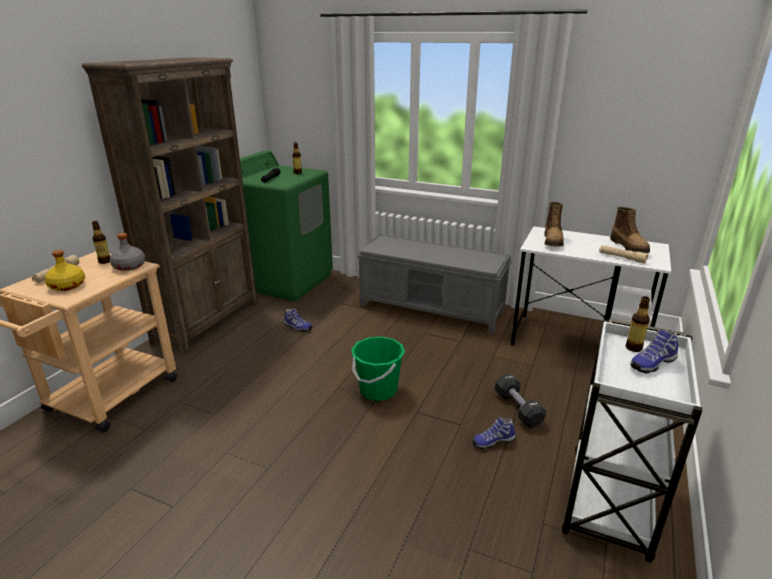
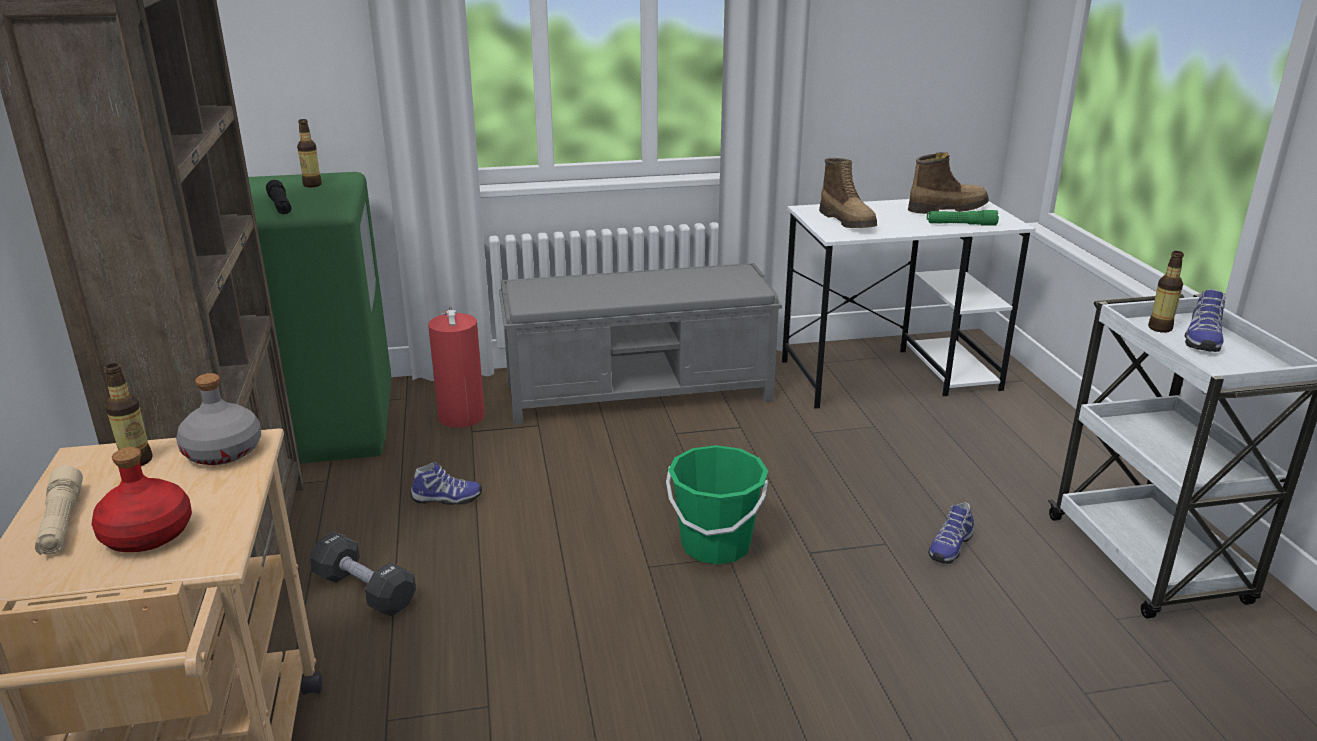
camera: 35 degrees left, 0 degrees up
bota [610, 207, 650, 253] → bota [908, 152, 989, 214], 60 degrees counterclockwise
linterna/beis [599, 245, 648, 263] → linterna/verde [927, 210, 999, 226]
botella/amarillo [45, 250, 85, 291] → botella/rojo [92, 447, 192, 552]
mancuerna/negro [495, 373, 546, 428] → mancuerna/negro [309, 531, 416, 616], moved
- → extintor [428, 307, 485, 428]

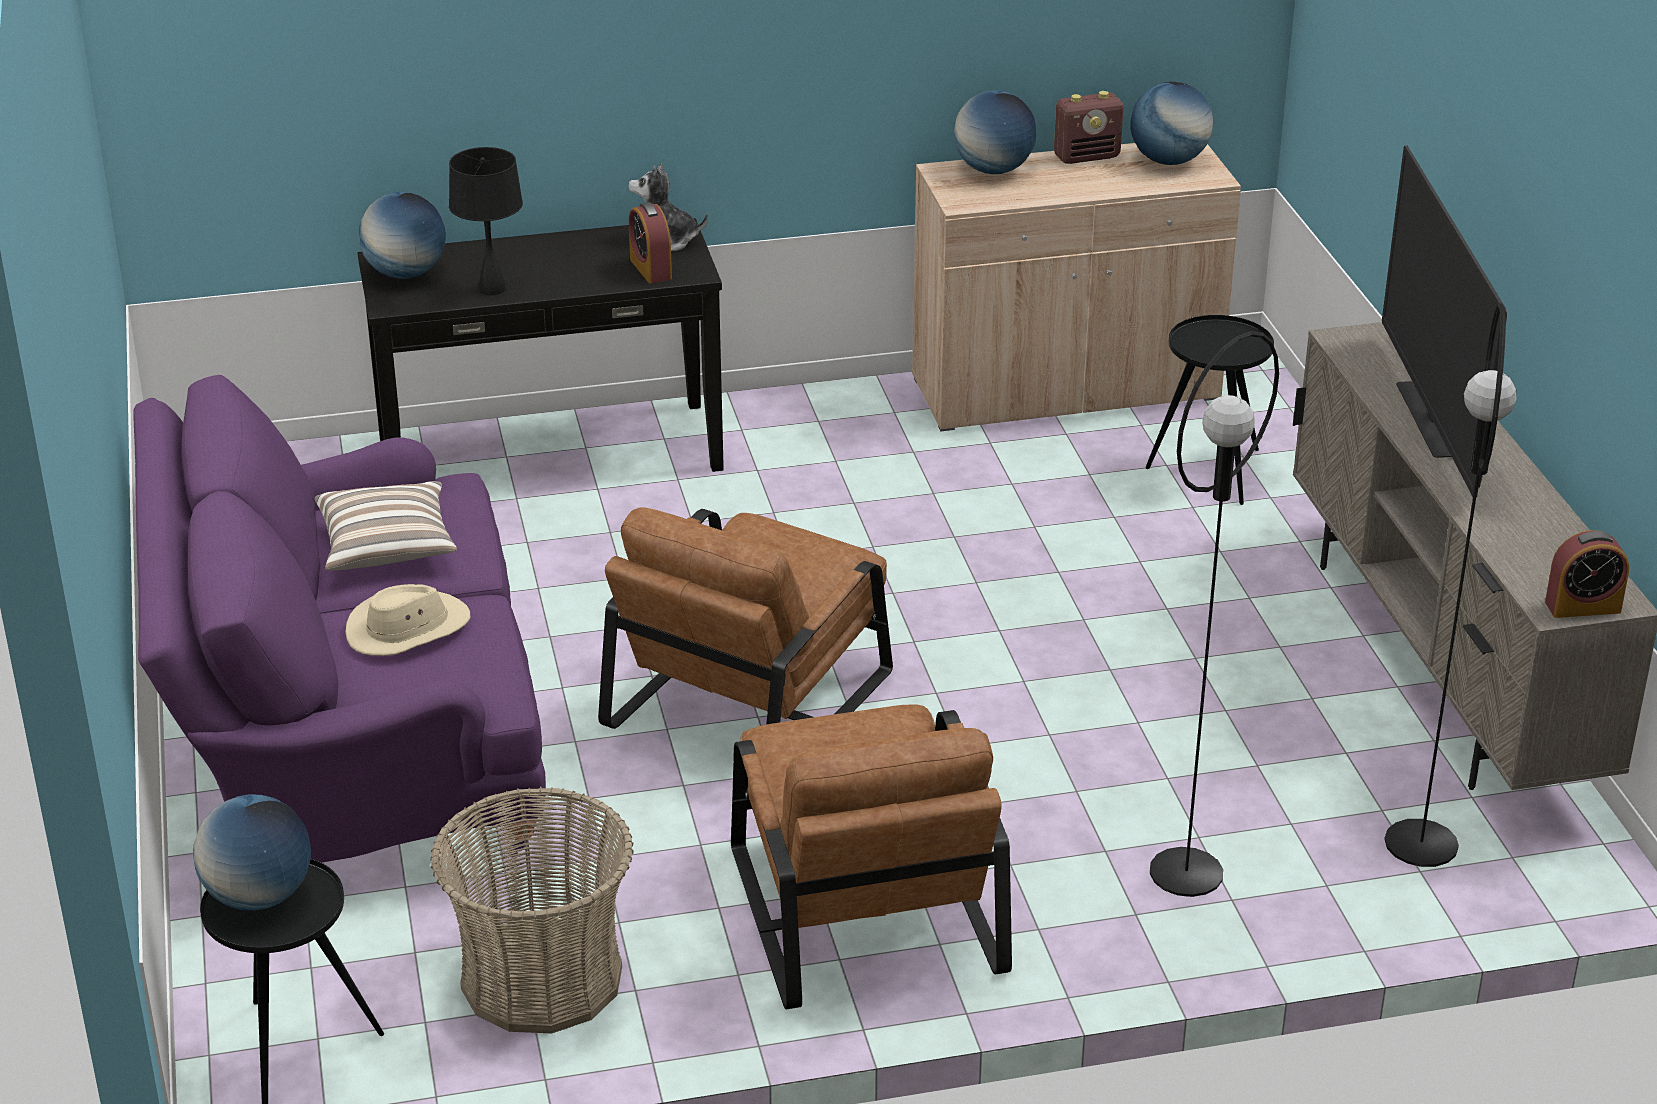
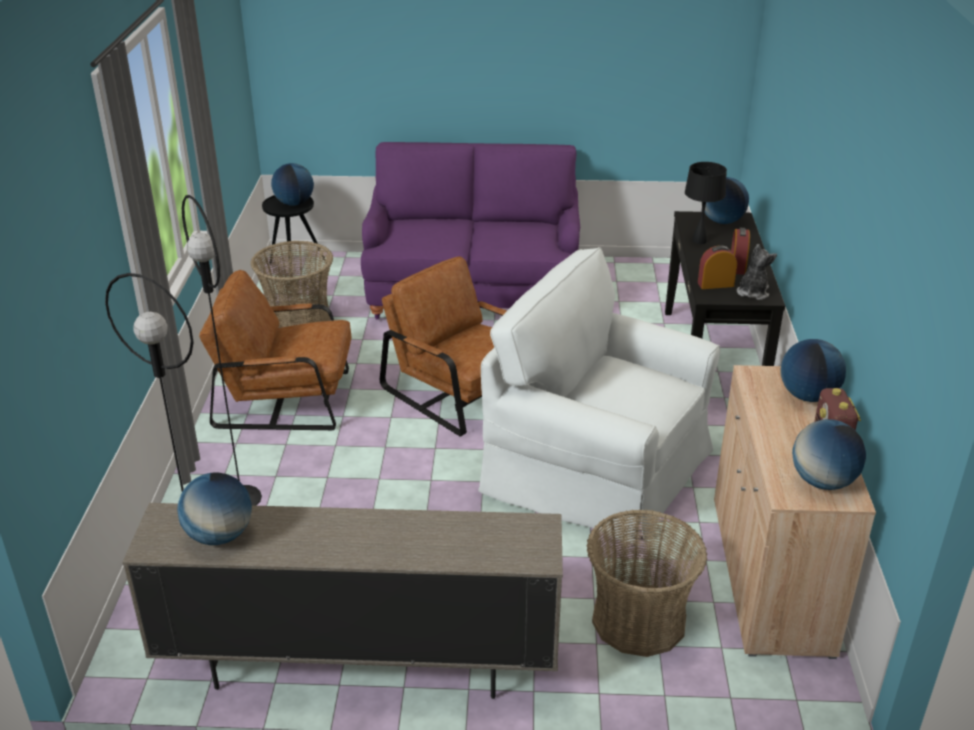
camera: 105 degrees right, 0 degrees up
televisor [1382, 146, 1507, 497] → -
mesa auxiliar/negro [1146, 315, 1274, 505] → cesta [586, 510, 707, 657]
cojín [315, 481, 457, 571] → -
despertador [1545, 530, 1629, 618] → despertador [731, 228, 750, 275], moved
sombrero/beis [345, 584, 470, 656] → -
- → sillón/blanco [478, 247, 720, 543]
- → globo terráqueo [177, 473, 252, 545]

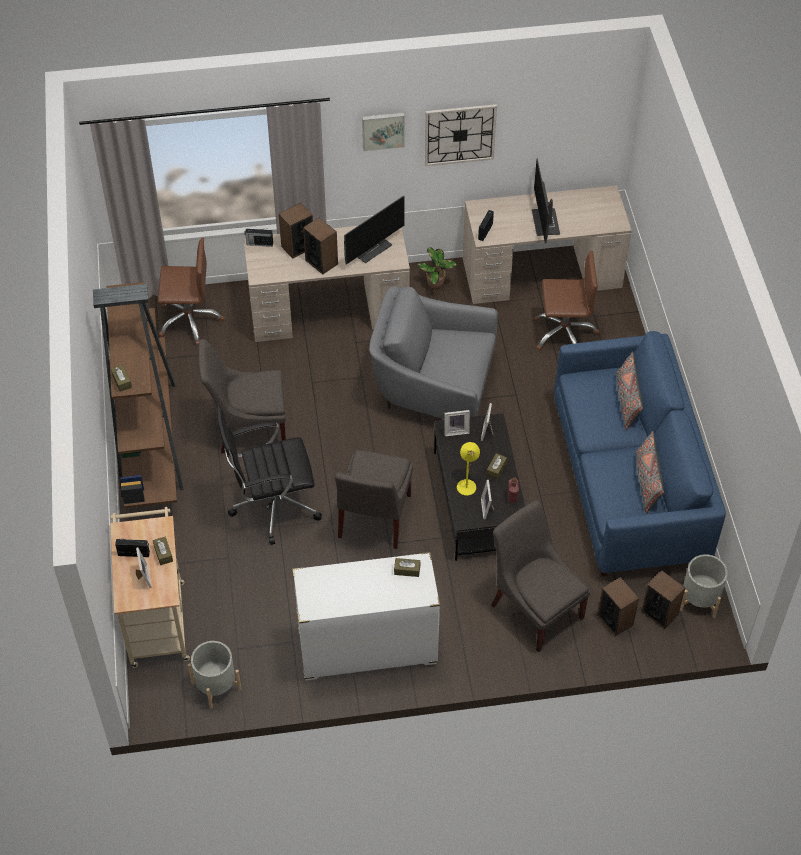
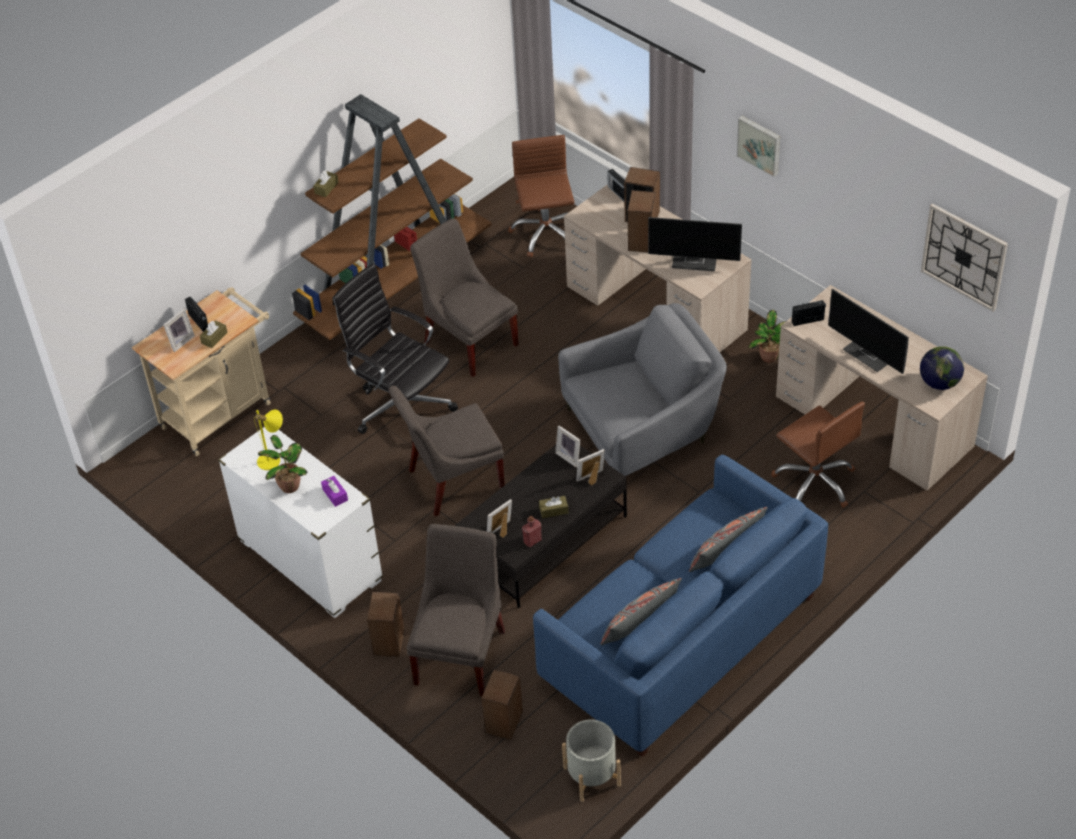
camera: 55 degrees right, 5 degrees down
reloj de pared [425, 104, 497, 166] → reloj de pared [921, 203, 1008, 312], moved
monitor [532, 159, 560, 244] → monitor [828, 289, 909, 374], 90 degrees counterclockwise
silla de oficina/marrón [158, 238, 224, 345] → silla de oficina/marrón [508, 135, 574, 257], 150 degrees counterclockwise
sillón/gris [369, 286, 498, 419] → sillón/gris [558, 303, 727, 476], 90 degrees clockwise
lámpara de mesa/amarillo [457, 442, 480, 496] → lámpara de mesa/amarillo [254, 410, 283, 470], moved
caja de pañuelos/marrón [394, 558, 421, 577] → caja de pañuelos/morado [321, 476, 348, 507]
altavoz [641, 570, 685, 629] → altavoz [367, 592, 404, 657], moved
maceta/gris [188, 641, 242, 709] → -
- → globo terráqueo [920, 346, 964, 390]
- → planta en maceta [258, 435, 307, 493]

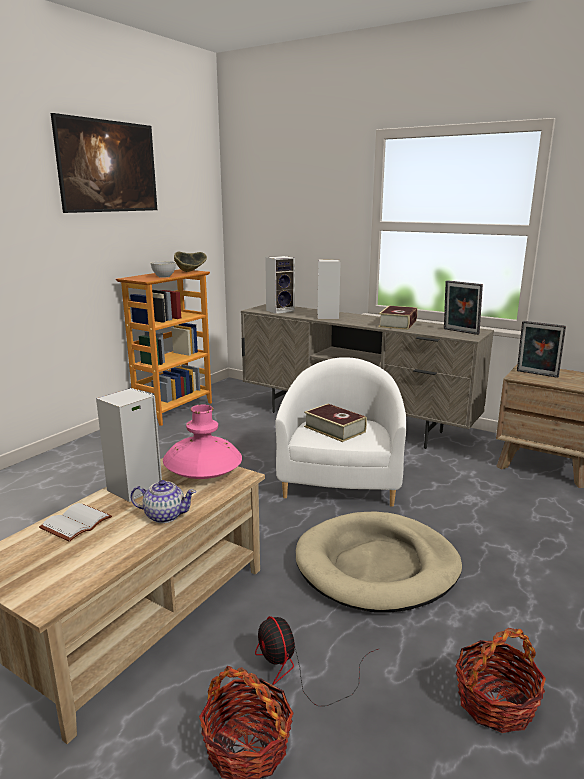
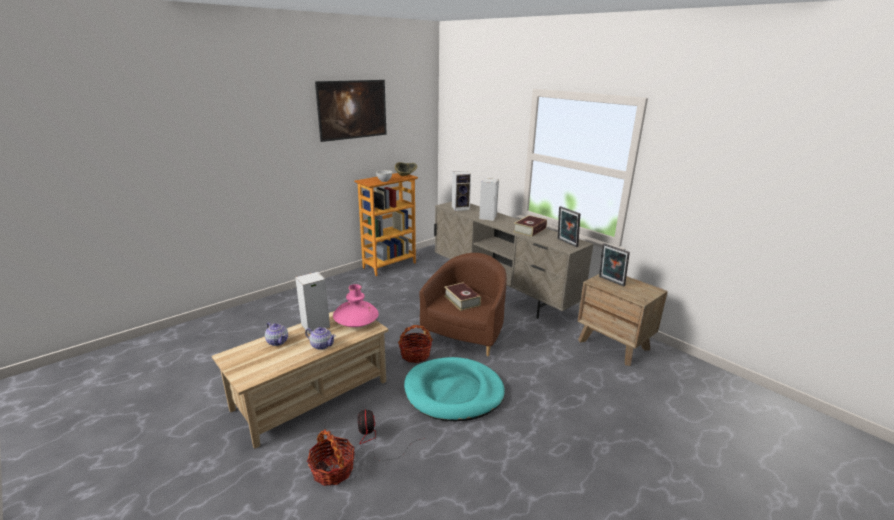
camera: 15 degrees right, 5 degrees up
sillón/blanco [275, 357, 407, 507] → sillón/marrón [419, 253, 507, 356]
libro/blanco [39, 503, 112, 542] → tetera [265, 322, 288, 346]
cama para perro/beis [296, 511, 462, 613] → cama para perro/turquesa [404, 357, 505, 421]
cesta [455, 628, 546, 733] → cesta [398, 325, 433, 363], moved

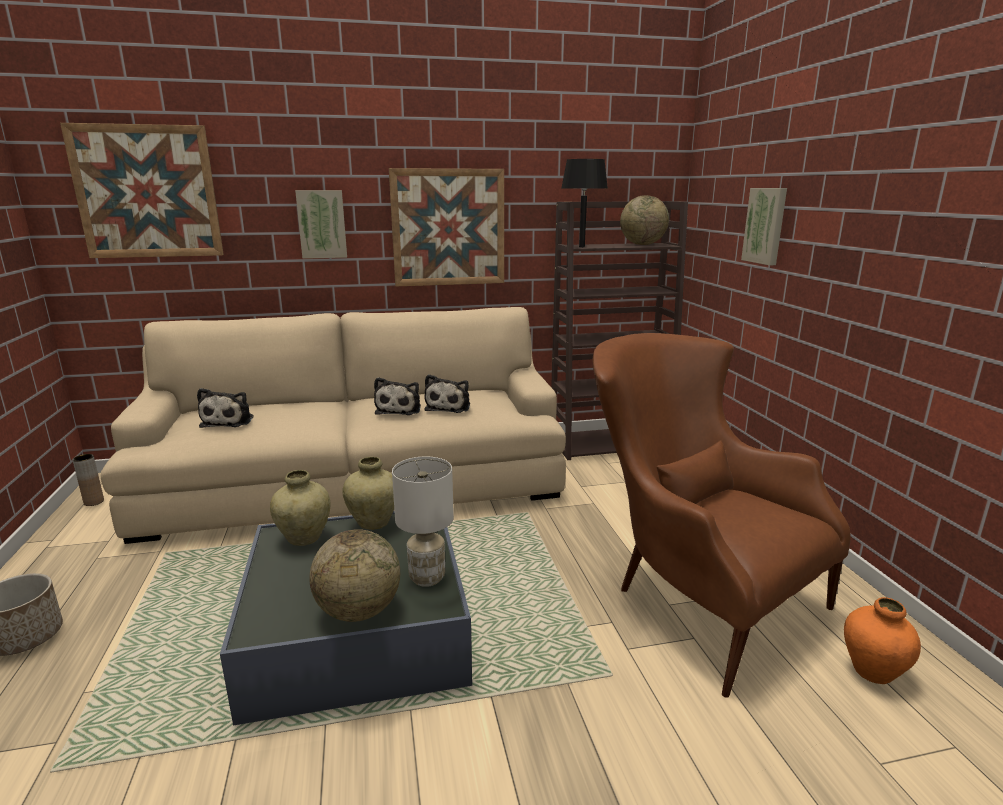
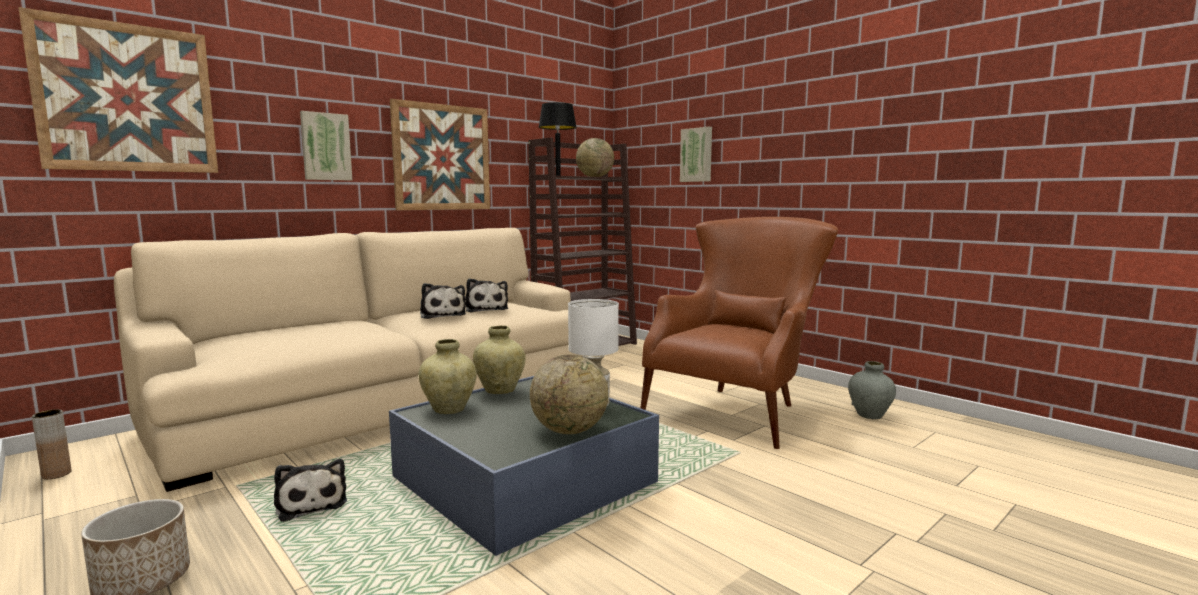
camera: 30 degrees left, 10 degrees down
sillón/marrón [593, 333, 851, 698] → sillón/marrón [641, 217, 838, 449], 105 degrees clockwise
peluche [197, 388, 254, 428] → peluche [274, 459, 347, 522], moved
florero/naranja [844, 597, 921, 684] → florero/gris [848, 361, 896, 419]

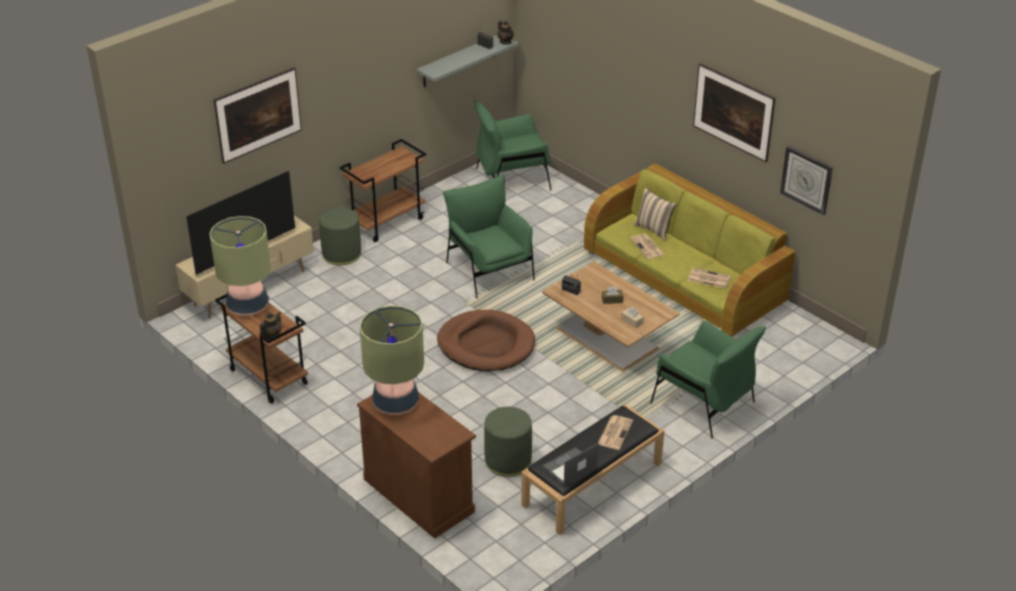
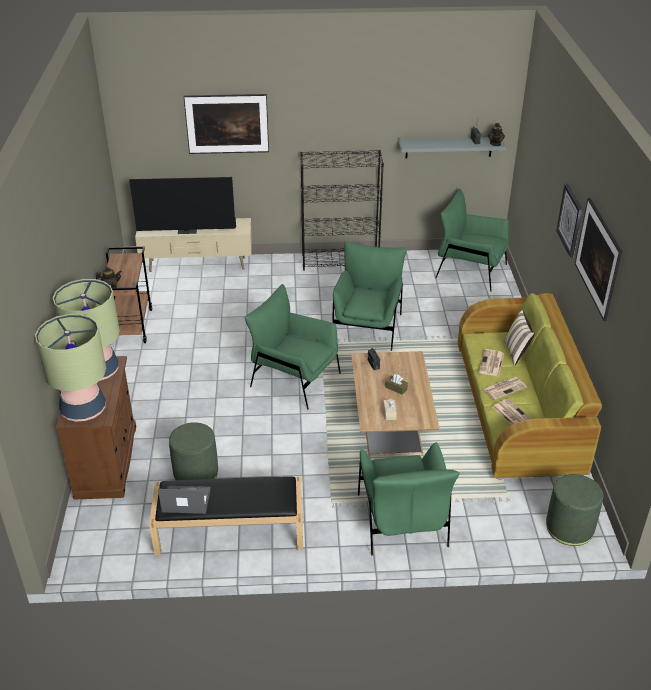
camera: 40 degrees right, 0 degrees up
carrito/marrón [339, 139, 426, 242] → estantería/negro [300, 150, 384, 271]
reloj de pared [780, 146, 833, 215] → reloj de pared [556, 184, 583, 258], moved
puf/verde [319, 207, 361, 265] → puf/verde [546, 474, 603, 546], moved
lámpara de mesa [209, 216, 271, 316] → lámpara de mesa [35, 314, 106, 422], moved
cama para perro/marrón [437, 310, 535, 372] → sillón/verde [244, 284, 341, 409]
periódico [598, 415, 633, 450] → periódico [483, 377, 527, 400], moved

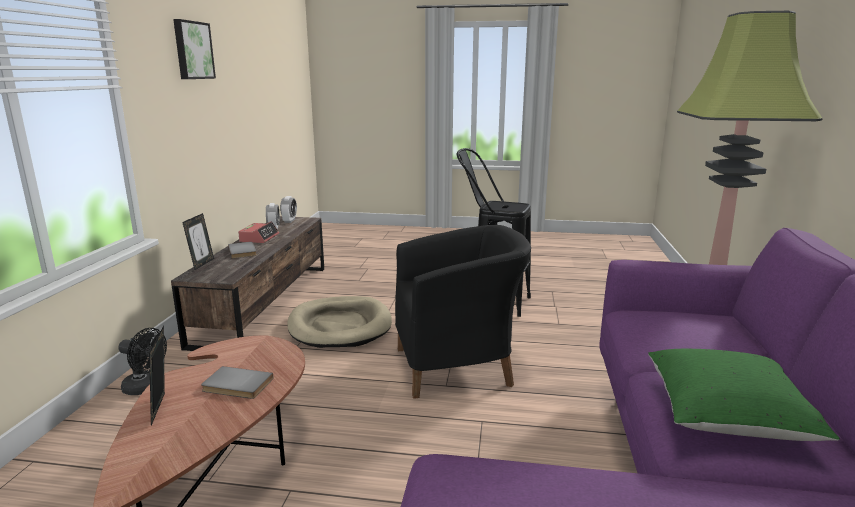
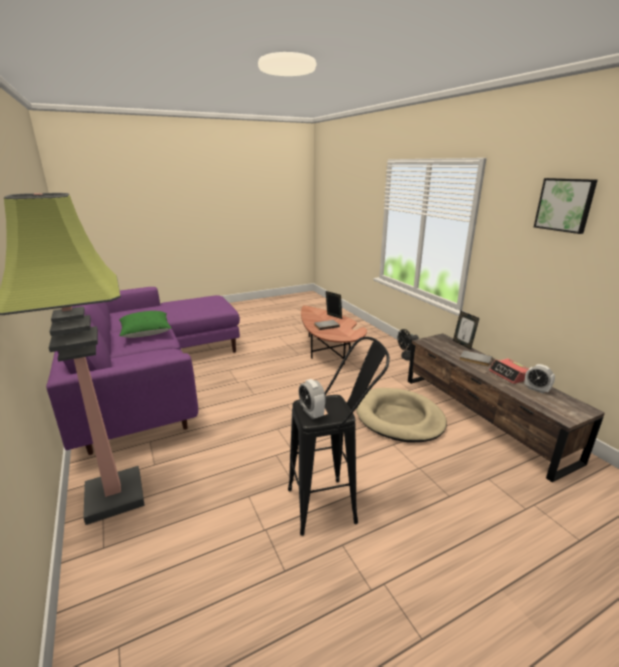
camera: 145 degrees right, 5 degrees up
despertador [280, 196, 297, 223] → despertador [299, 379, 326, 419], moved
sillón/negro [395, 225, 531, 399] → -

